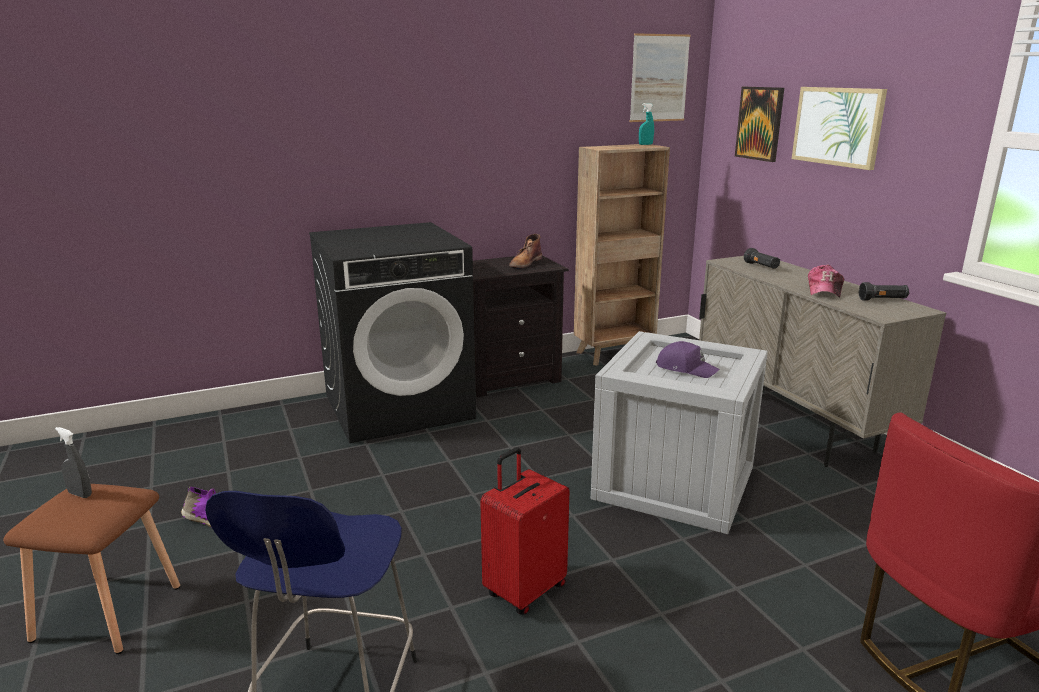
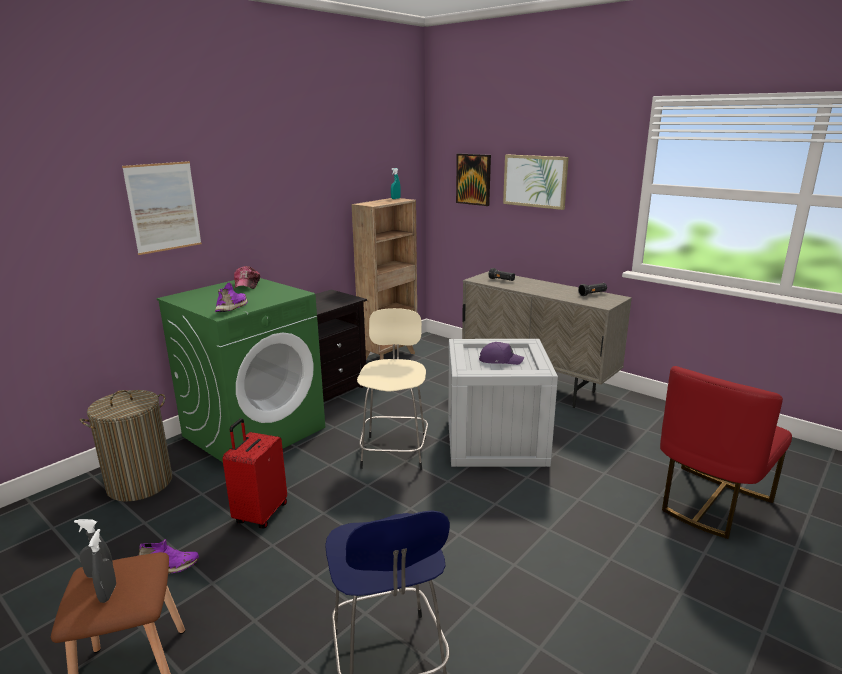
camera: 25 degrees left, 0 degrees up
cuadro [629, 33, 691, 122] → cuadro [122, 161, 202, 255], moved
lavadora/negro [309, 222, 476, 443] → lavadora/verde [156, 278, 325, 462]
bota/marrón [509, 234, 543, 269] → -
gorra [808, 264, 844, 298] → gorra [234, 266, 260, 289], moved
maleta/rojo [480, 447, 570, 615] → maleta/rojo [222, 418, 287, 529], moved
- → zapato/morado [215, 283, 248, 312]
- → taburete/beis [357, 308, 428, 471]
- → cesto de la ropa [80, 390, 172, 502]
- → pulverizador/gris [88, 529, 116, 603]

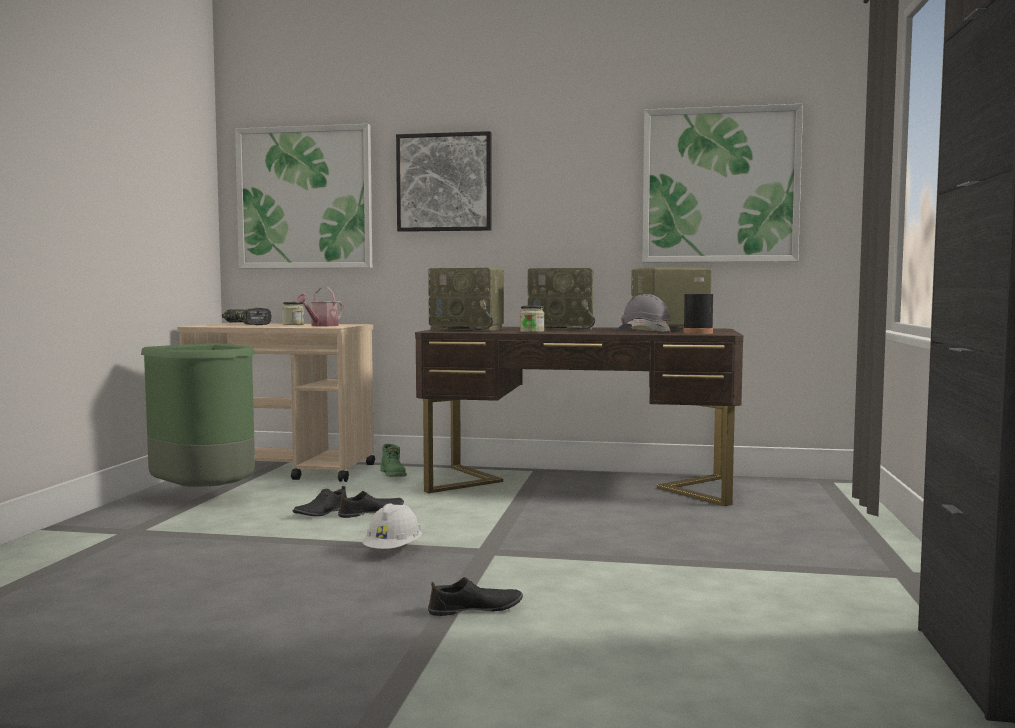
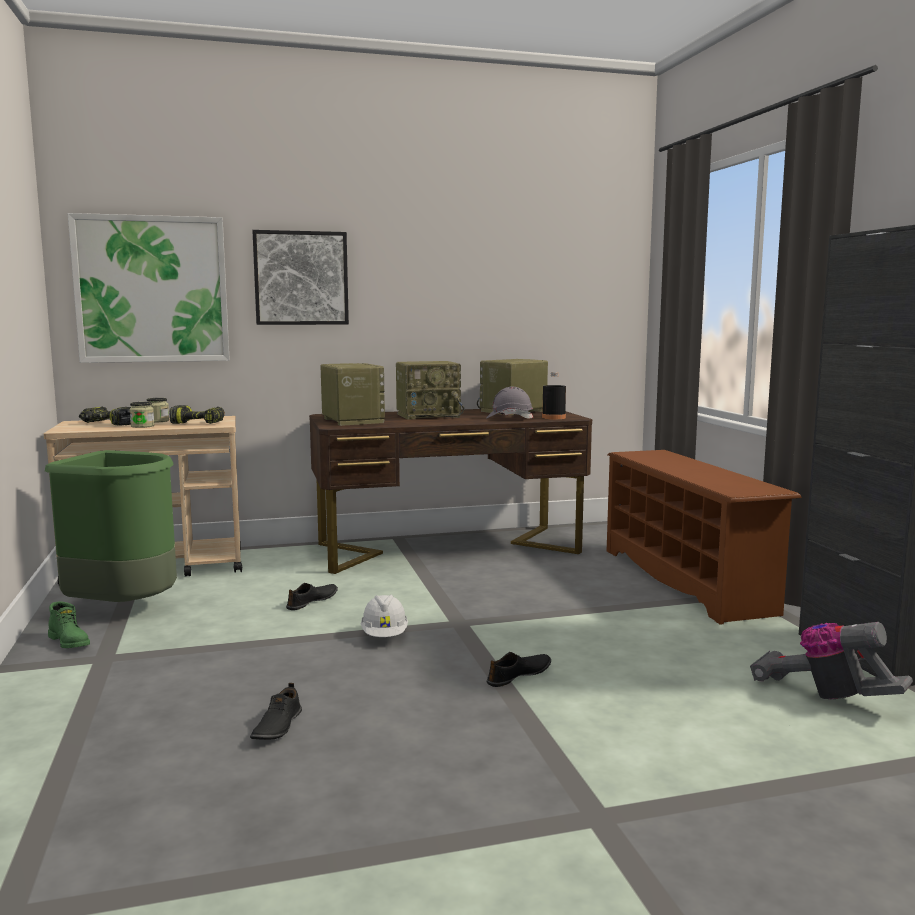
camera: 25 degrees left, 5 degrees up
cuadro [642, 104, 803, 262] → -
radio [428, 268, 504, 331] → radio [320, 363, 385, 426], 105 degrees counterclockwise
regadera [296, 287, 343, 326] → taladro [169, 405, 225, 424]
tarro [520, 306, 544, 333] → tarro [130, 402, 155, 428], moved
bota/verde [380, 444, 407, 477] → bota/verde [48, 601, 90, 648], moved
zapato/negro [292, 486, 347, 516] → zapato/negro [250, 683, 302, 740], moved
- → zapatero/marrón [607, 450, 802, 625]
- → aspiradora [750, 622, 913, 699]

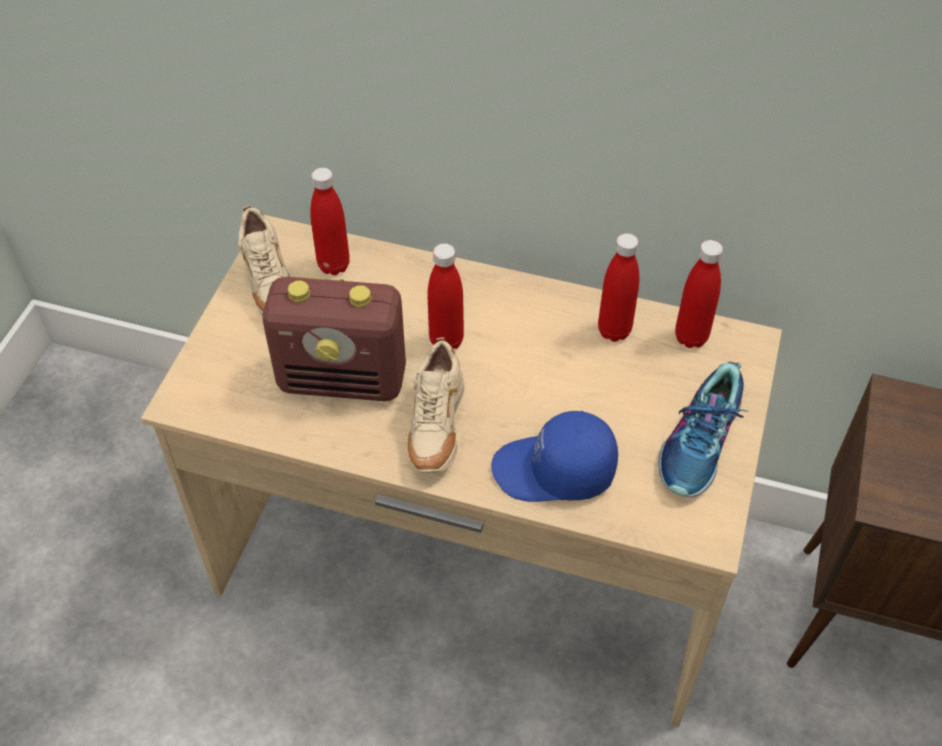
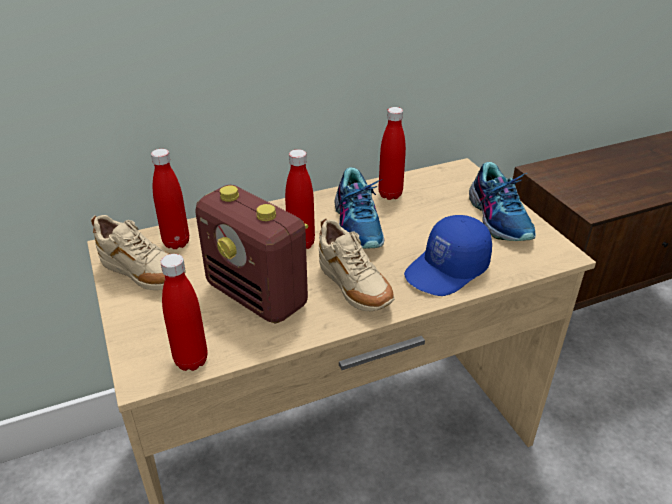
camera: 40 degrees left, 15 degrees down
botella/rojo [675, 240, 723, 348] → botella/rojo [160, 254, 208, 371], moved
radio [262, 277, 406, 401] → radio [195, 185, 308, 324], 75 degrees clockwise
- → zapato [334, 167, 384, 249]

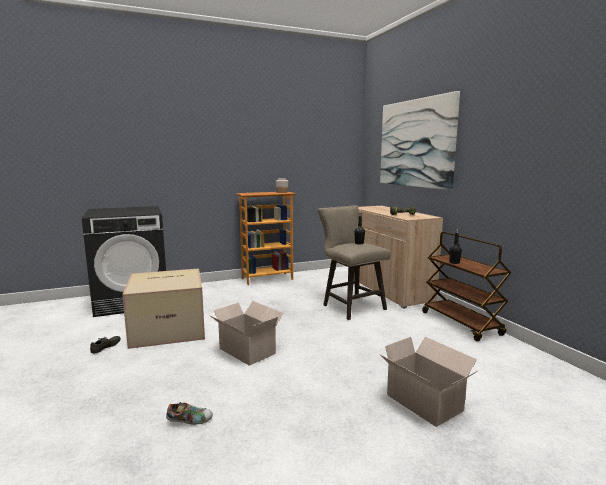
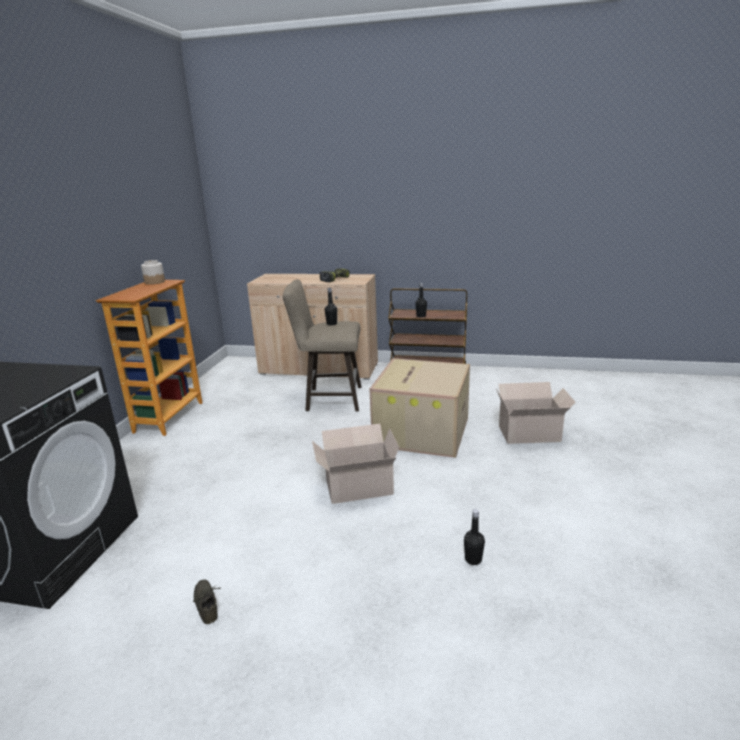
camera: 55 degrees left, 10 degrees up
cuadro [380, 91, 460, 190] → -
caja de cartón [122, 268, 205, 349] → caja de cartón [370, 358, 470, 458], moved
zapato [166, 402, 213, 425] → botella/negro [464, 509, 485, 565]

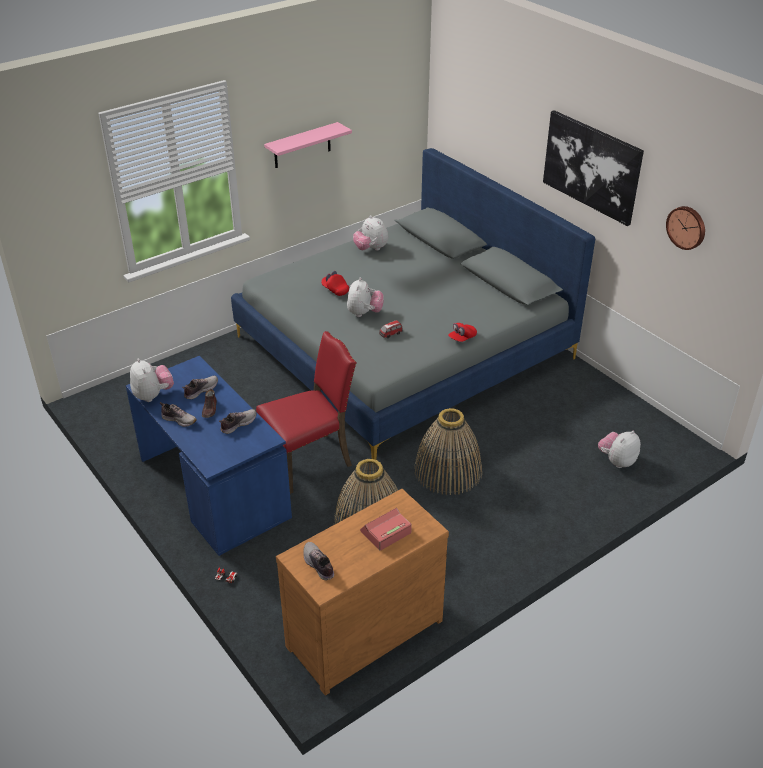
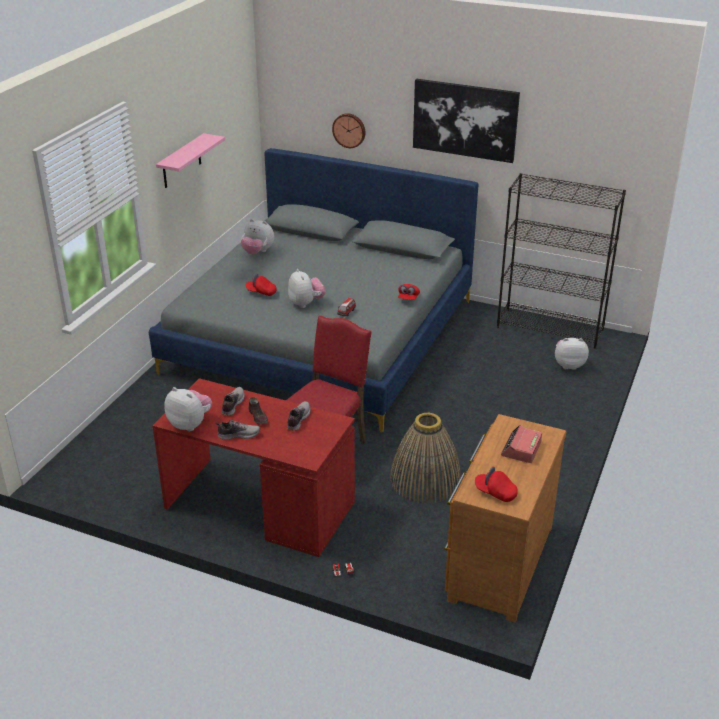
camera: 30 degrees left, 5 degrees down
reloj de pared [666, 206, 705, 250] → reloj de pared [332, 113, 365, 148], moved
escritorio/azul [126, 356, 292, 556] → escritorio/rojo [152, 378, 355, 557]
cesta [414, 408, 482, 495] → -
peluche [598, 431, 641, 468] → peluche [555, 338, 589, 370], 75 degrees clockwise
zapato [303, 542, 334, 580] → gorra/rojo [475, 467, 518, 502]
- → estantería/negro [497, 173, 626, 348]

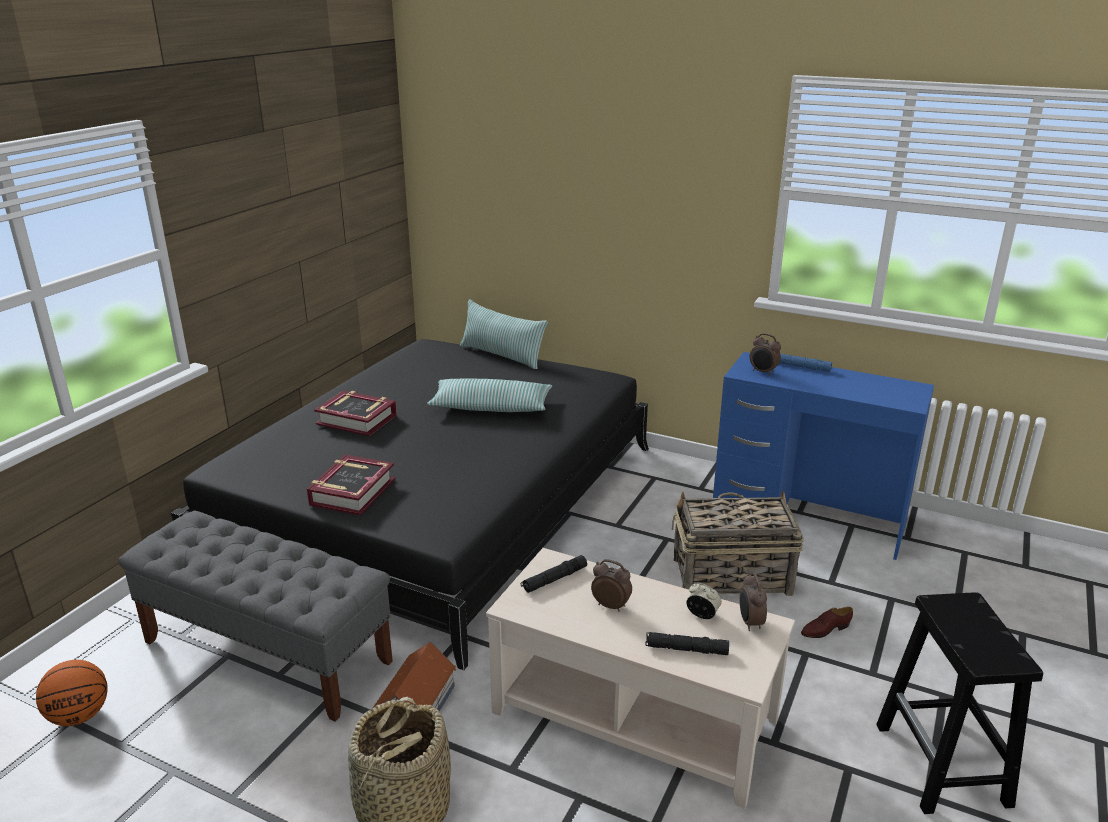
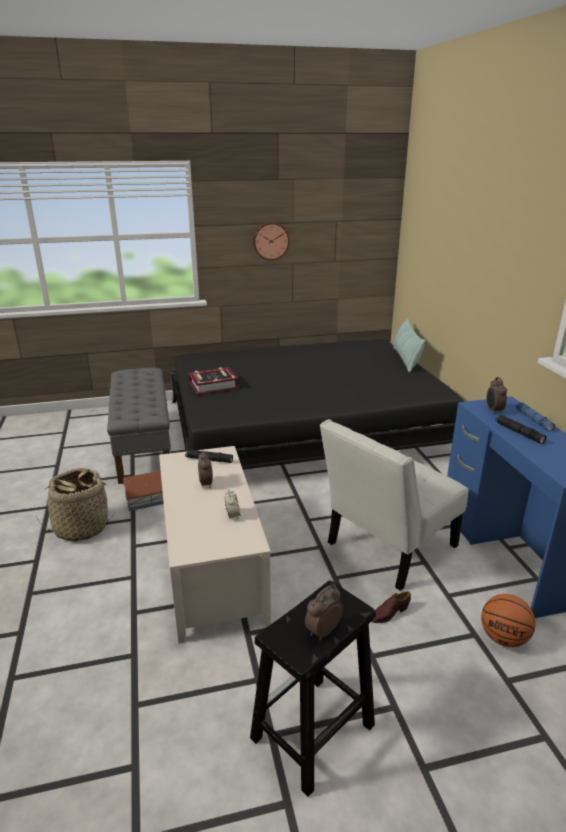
camera: 50 degrees right, 0 degrees up
cojín [427, 378, 552, 412] → -
libro [314, 390, 397, 436] → -
cesta [672, 490, 804, 596] → silla/blanco [320, 419, 468, 591]
despertador [740, 572, 767, 631] → despertador [305, 585, 343, 641], moved
zapato/marrón [801, 607, 853, 638] → zapato/marrón [371, 591, 411, 623], 60 degrees counterclockwise
linterna/negro [645, 632, 729, 655] → linterna/negro [495, 415, 546, 444], moved
balón de baloncesto [36, 660, 108, 726] → balón de baloncesto [481, 594, 536, 647], moved
- → reloj de pared [253, 222, 290, 261]

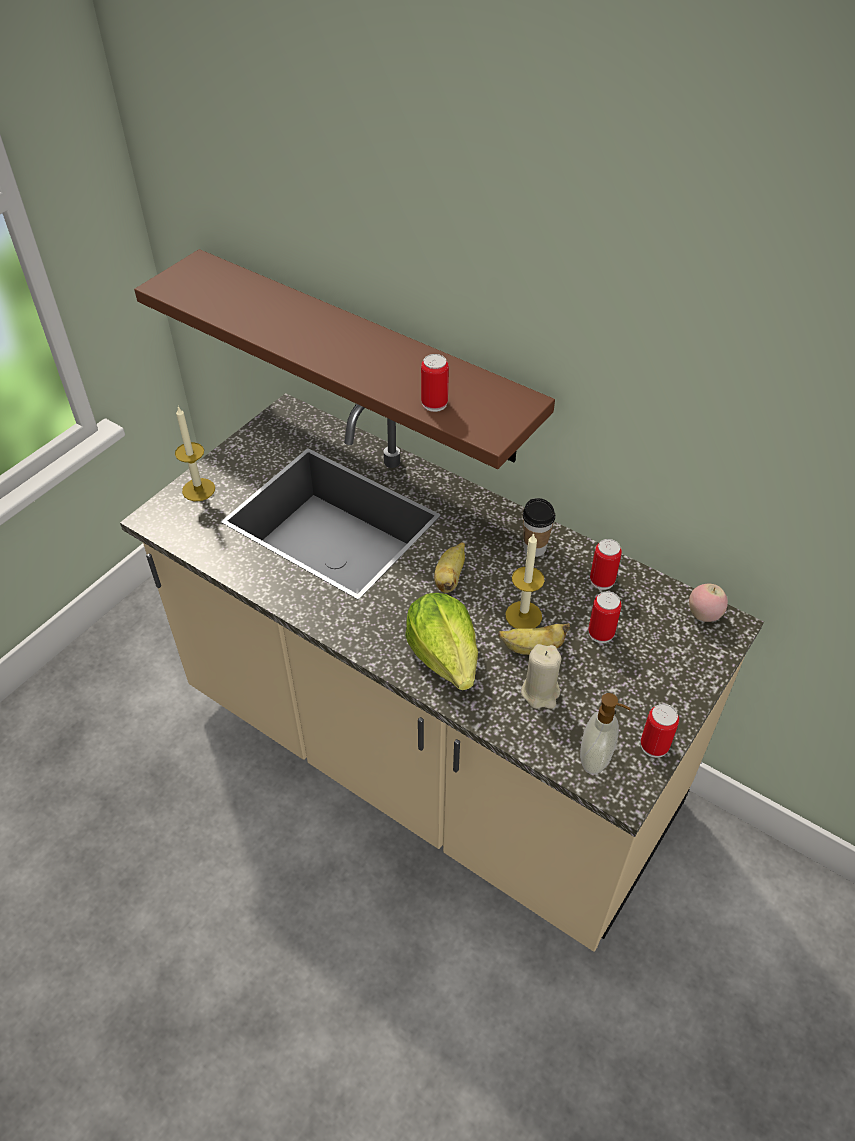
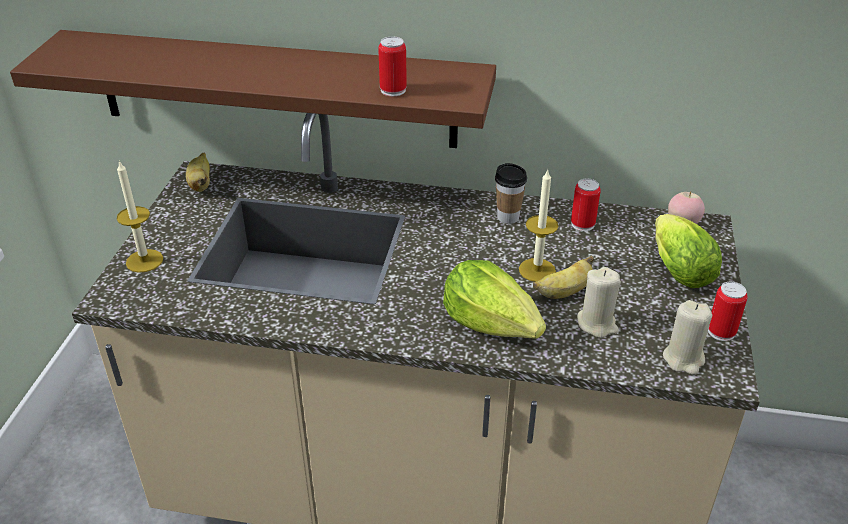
camera: 25 degrees left, 10 degrees down
plátano [434, 542, 465, 593] → plátano [186, 153, 210, 192], moved
lata [588, 591, 621, 643] → -
dispensador de jabón [580, 693, 631, 774] → vela/beis [663, 300, 712, 375]
- → lechuga [655, 214, 722, 288]

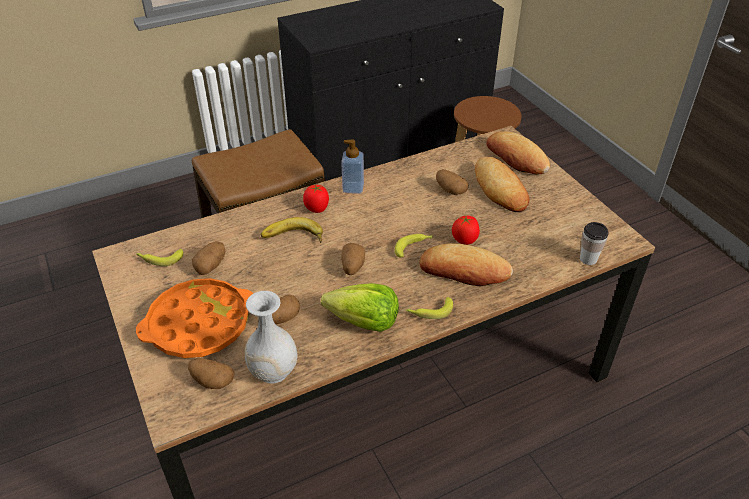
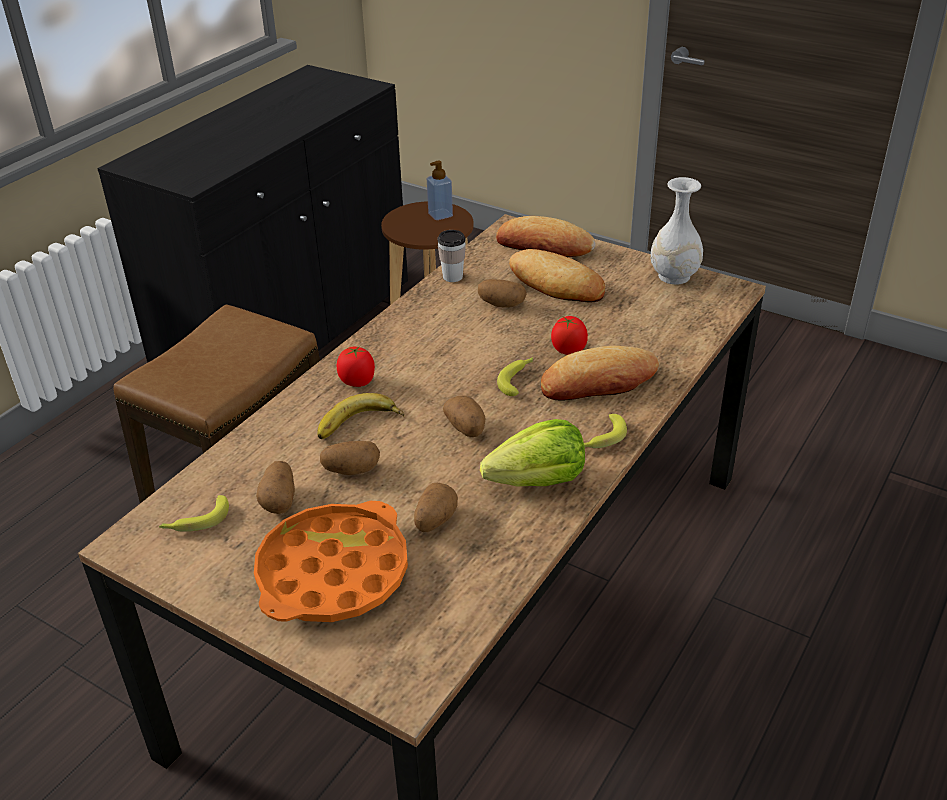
camera: 30 degrees left, 5 degrees down
dispensador de jabón [341, 140, 364, 194] → dispensador de jabón [427, 161, 453, 220], moved
taza [580, 222, 609, 265] → taza [438, 230, 466, 282], moved
florero/blanco [245, 291, 298, 384] → florero/blanco [651, 177, 703, 285], moved
patata [188, 358, 234, 389] → patata [320, 441, 380, 475], moved

